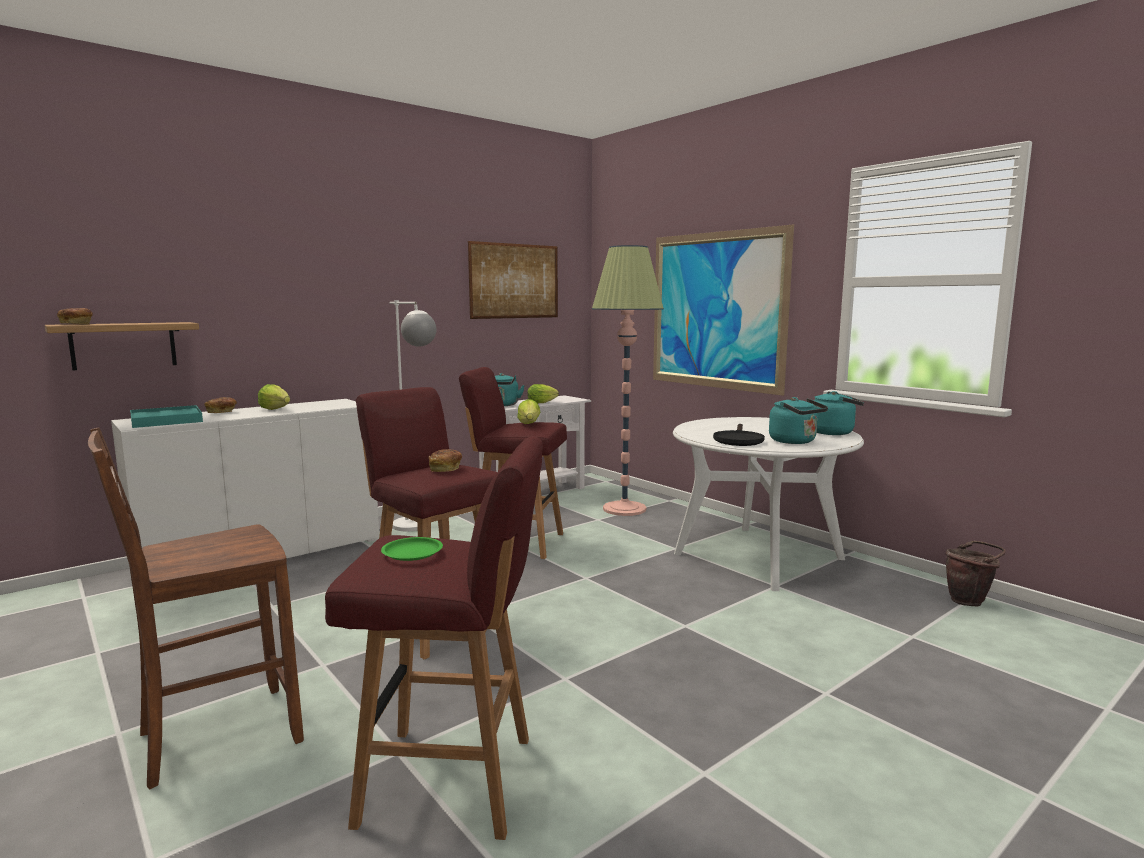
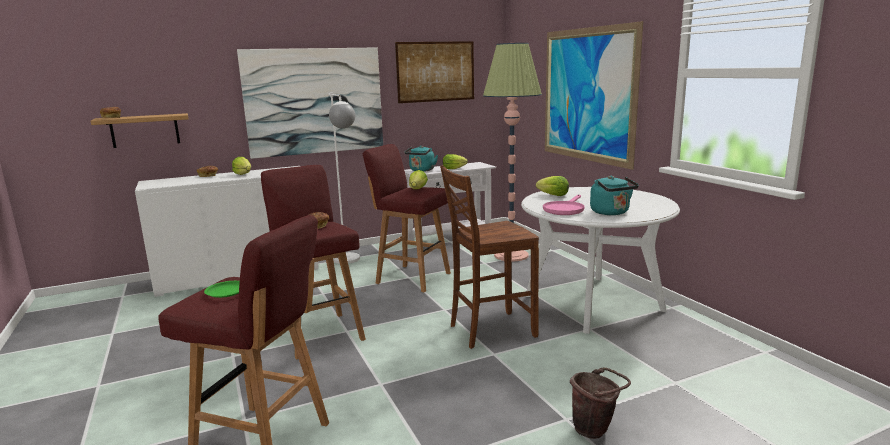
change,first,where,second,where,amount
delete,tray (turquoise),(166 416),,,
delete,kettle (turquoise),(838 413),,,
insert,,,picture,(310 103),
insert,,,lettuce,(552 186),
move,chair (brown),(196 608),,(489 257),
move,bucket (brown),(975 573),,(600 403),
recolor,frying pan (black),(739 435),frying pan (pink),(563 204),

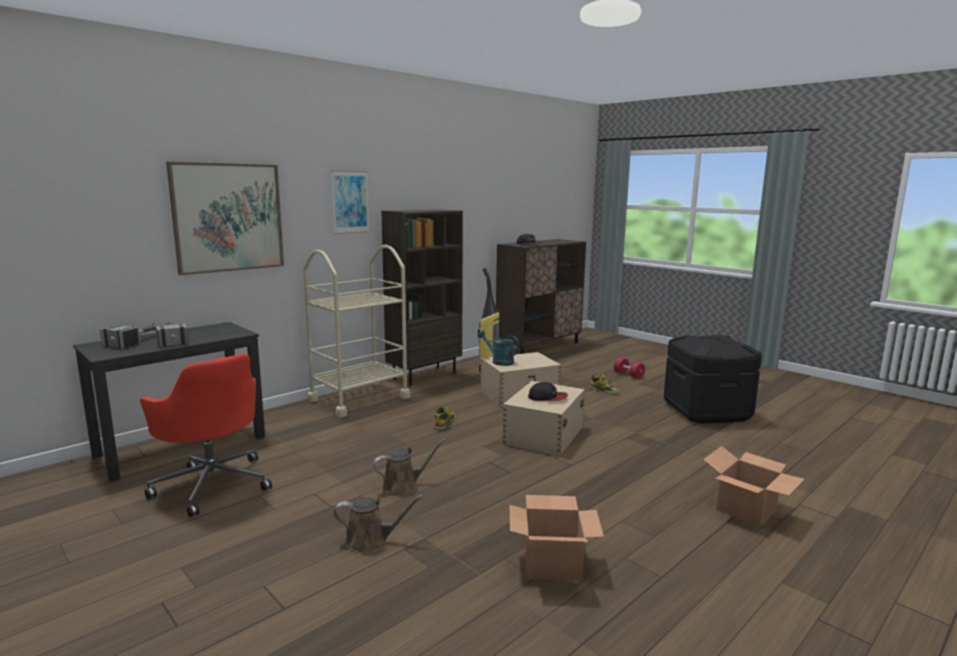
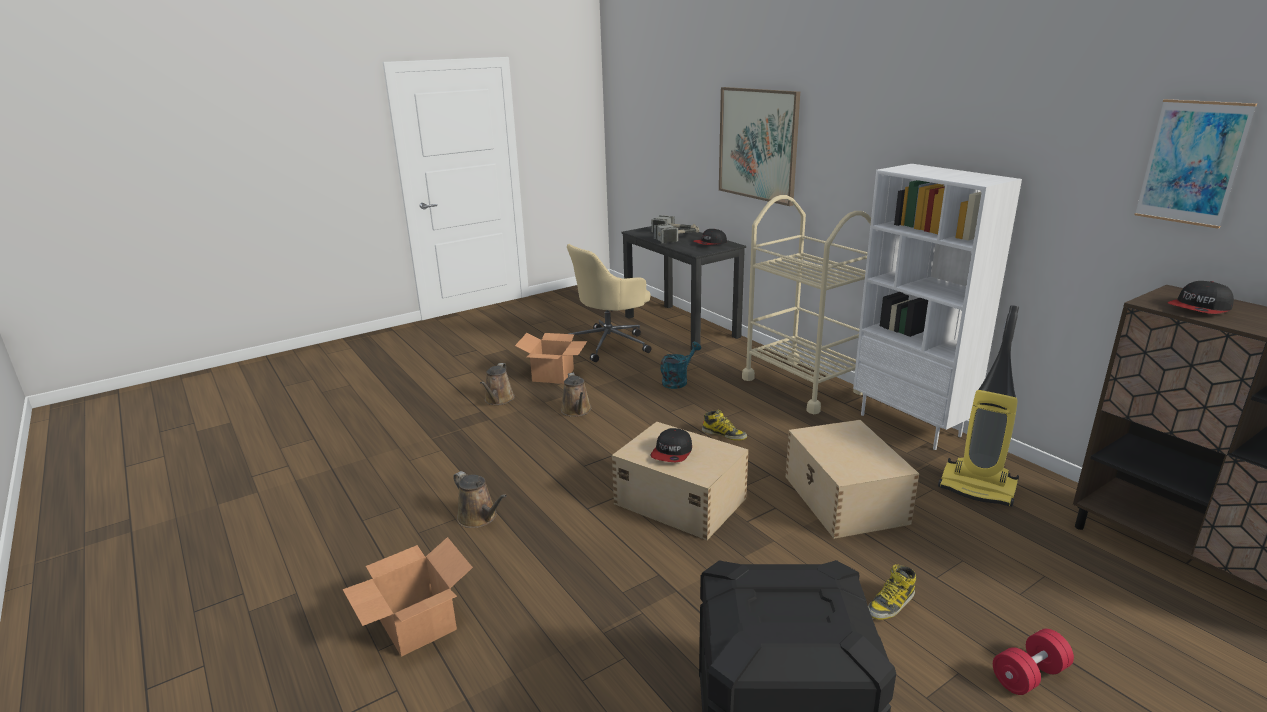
change,first,where,second,where,amount
insert,,,watering can (brown),(480 499),
insert,,,cap,(710 237),
move,picture,(350 202),,(1196 164),
move,watering can (turquoise),(498 348),,(680 365),
move,cardboard box,(556 538),,(551 358),
recolor,office chair (red),(206 435),office chair (beige),(609 303),
recolor,bookcase (brown),(422 297),bookcase (white),(937 307),

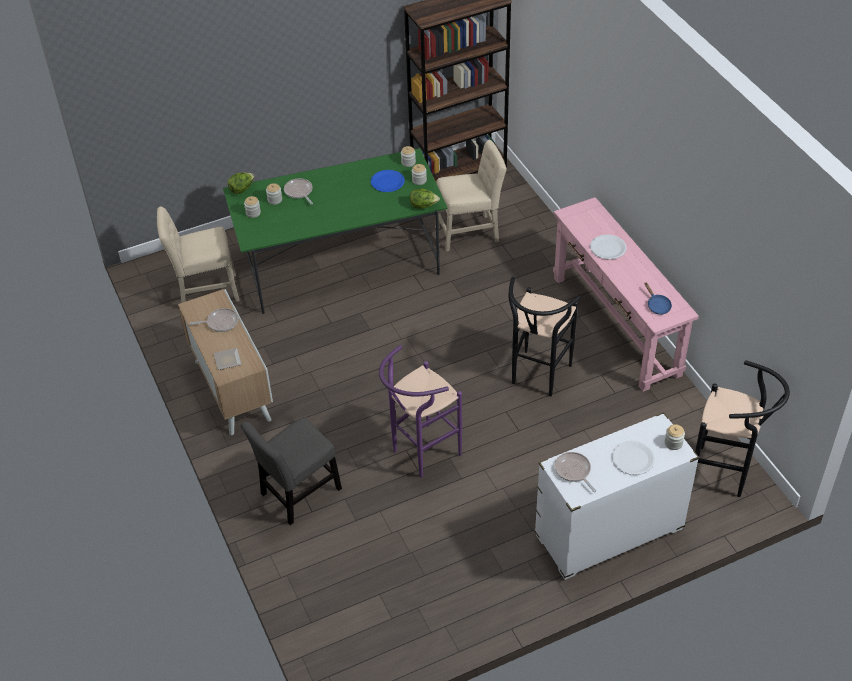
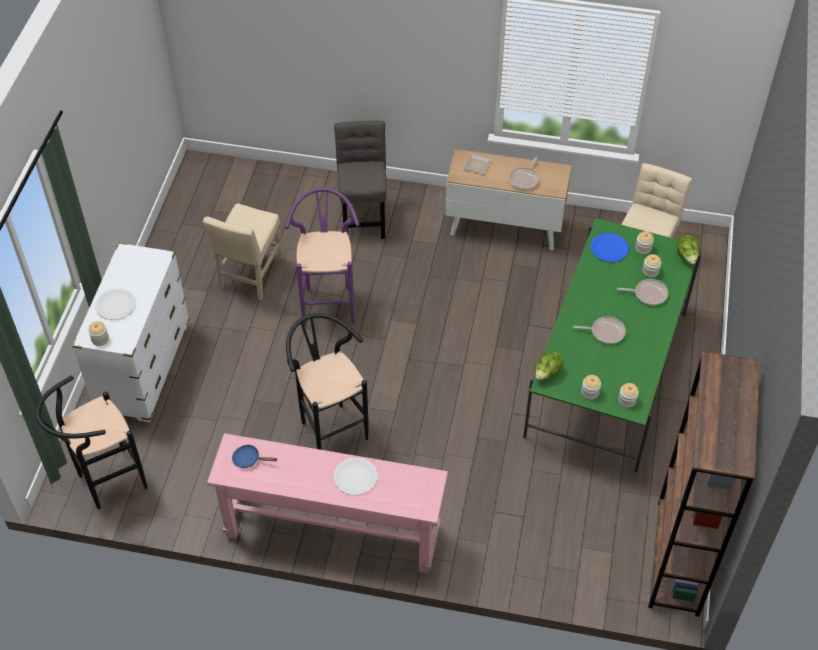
change,first,where,second,where,amount
move,plate (blue),(388 181),,(609 247),
move,chair (beige),(471 196),,(243 251),
move,frying pan,(575 472),,(599 330),

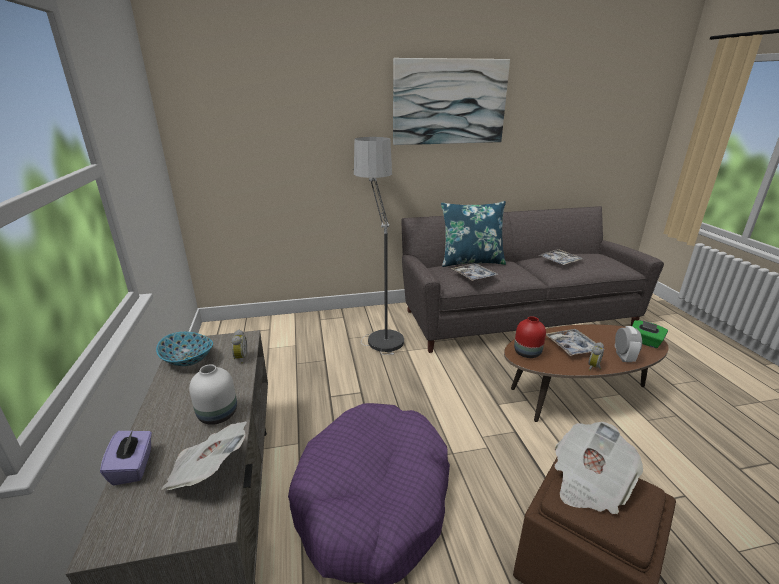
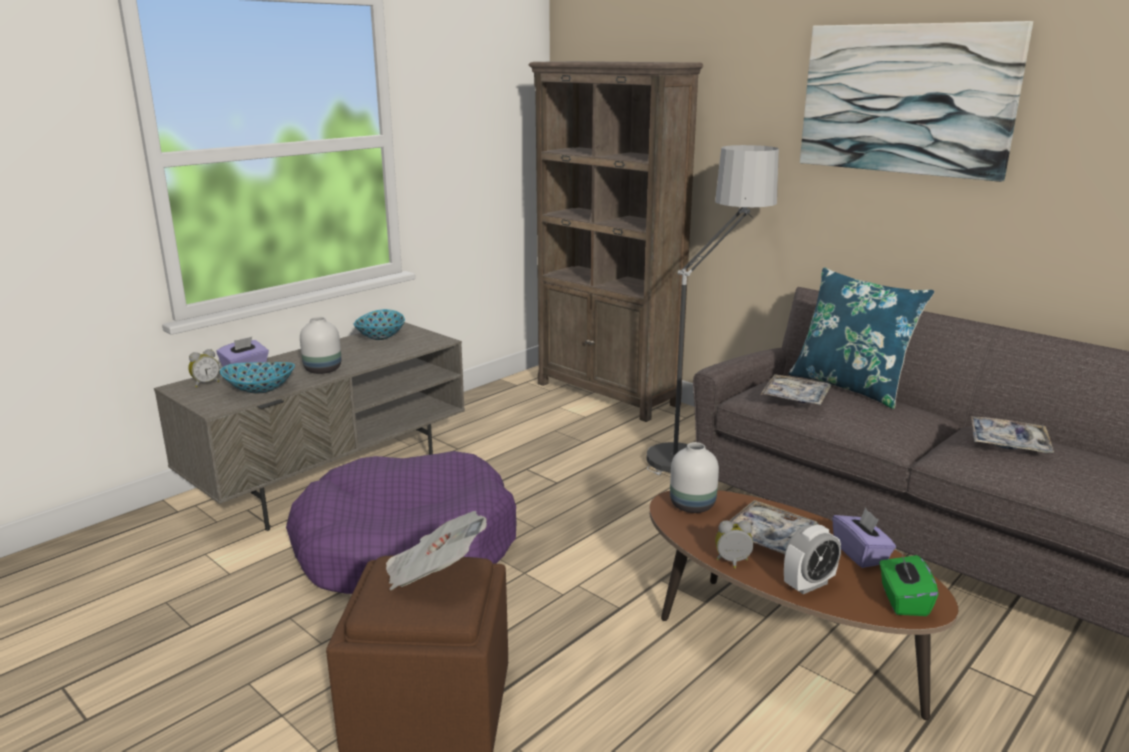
change,first,where,second,where,amount
insert,,,bookcase (brown),(616 241),
insert,,,tissue box (purple),(864 537),
move,alarm clock,(239 347),,(204 368),
replace,newspaper,(204 455),bowl,(257 377),
recolor,vase (red),(530 337),vase (white),(694 477),

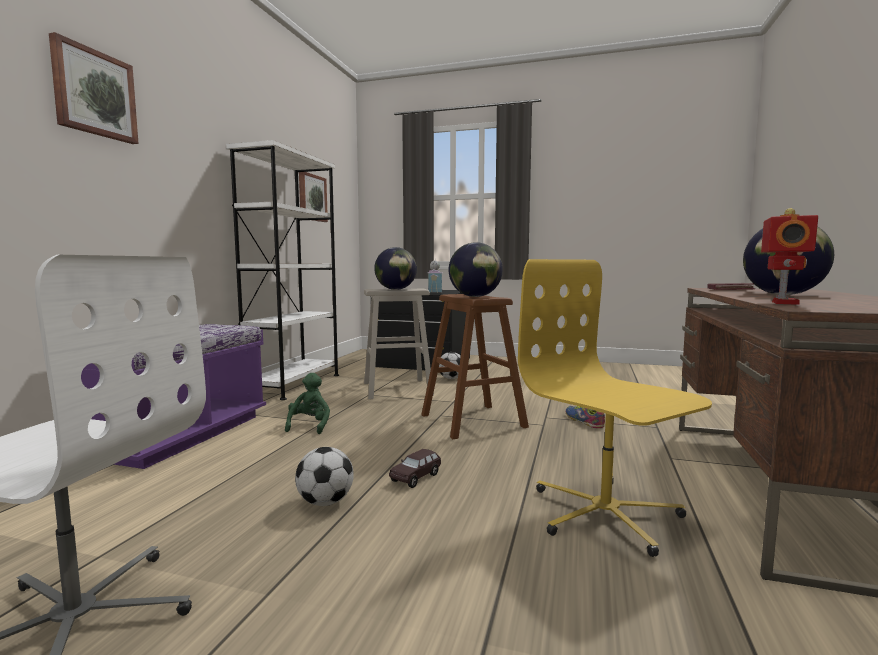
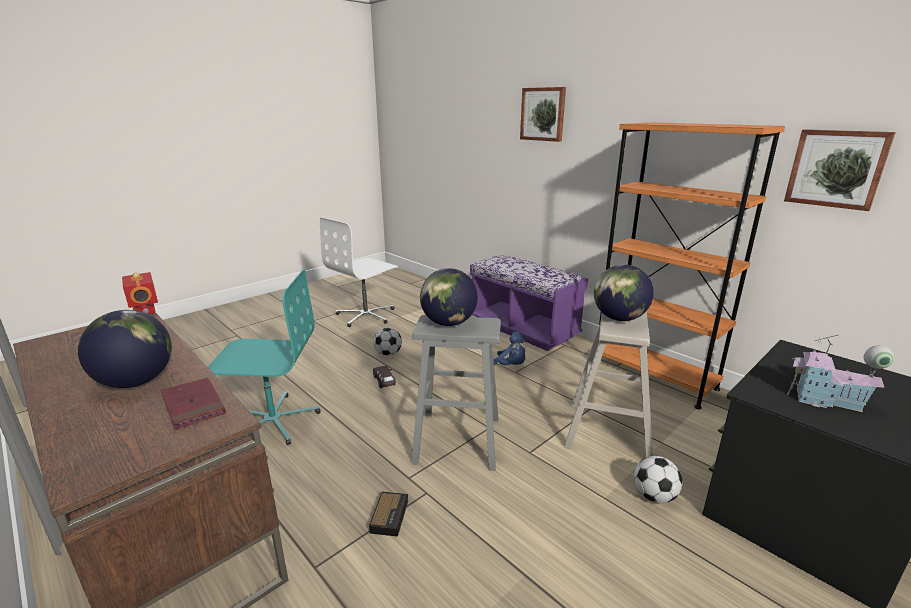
change,first,where,second,where,amount
replace,shoe,(585 417),alarm clock,(388 514),
recolor,bookcase (white),(282 270),bookcase (orange),(692 266),
recolor,plush toy (green),(307 403),plush toy (blue),(509 348),
recolor,stool (brown),(475 366),stool (grey),(456 393),
recolor,office chair (yellow),(615 408),office chair (turquoise),(264 356),

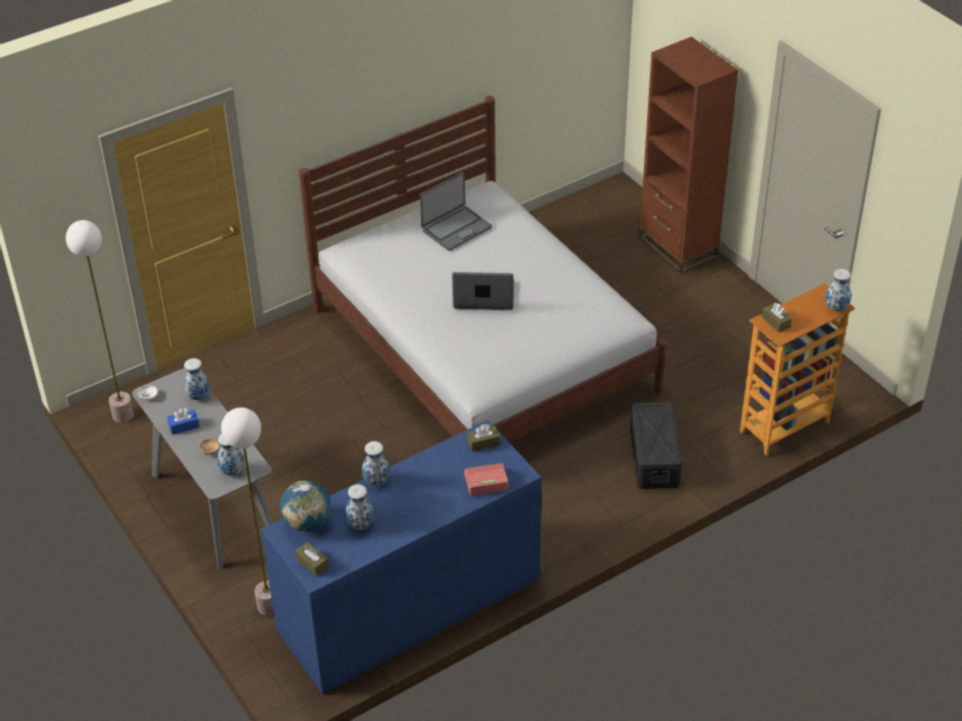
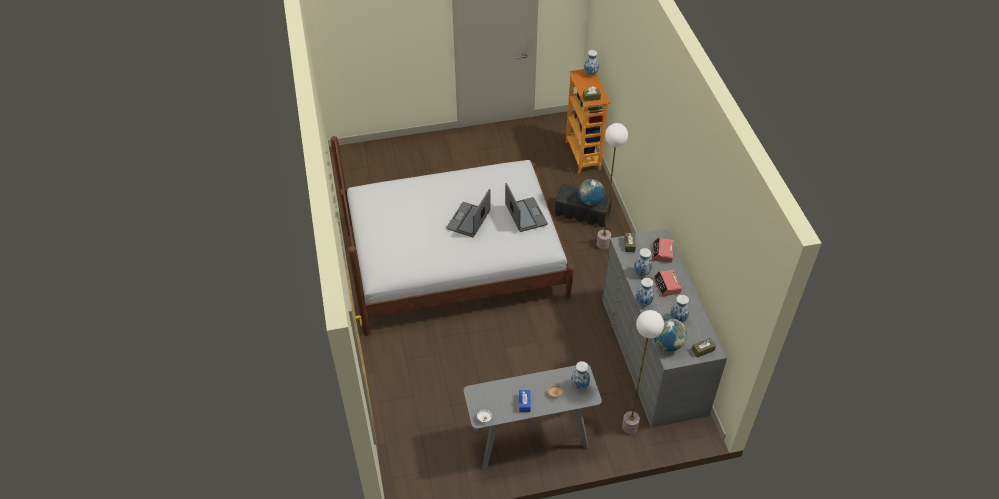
change,first,where,second,where,amount
delete,bookcase (brown),(688 155),,,
insert,,,globe,(591 192),
insert,,,alarm clock,(667 283),
move,floor lamp,(100 321),,(612 186),
move,vase,(196 379),,(643 262),
move,laptop,(456 211),,(526 207),
recolor,dresser (blue),(401 557),dresser (grey),(664 328),

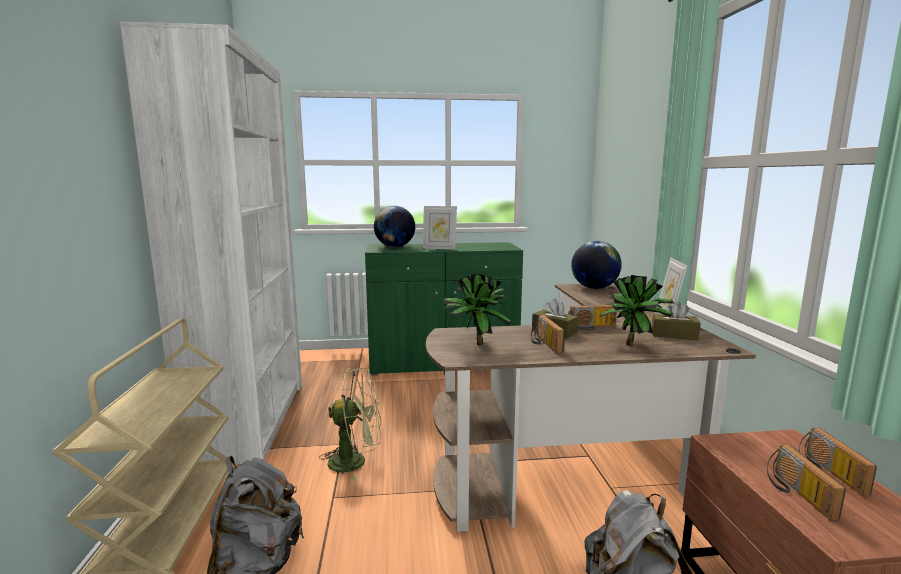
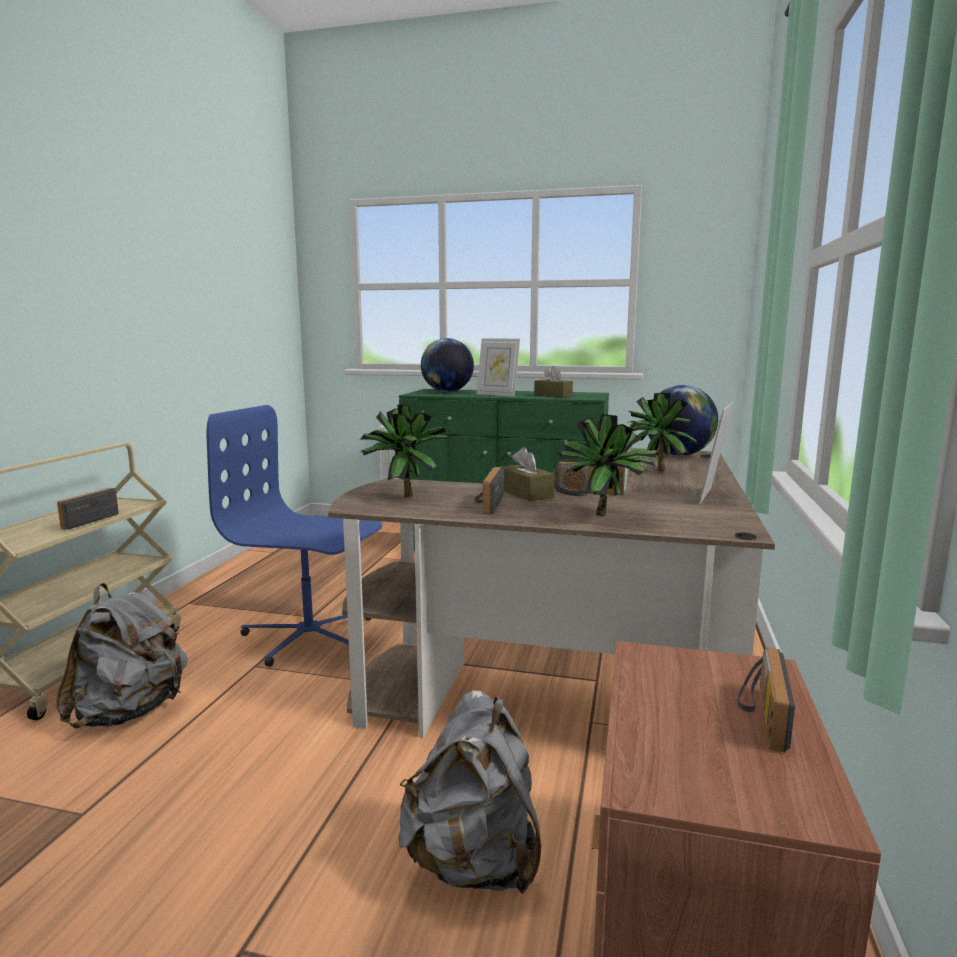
change,first,where,second,where,amount
delete,bookcase (white),(211 243),,,
insert,,,potted plant,(662 432),
move,tissue box (brown),(676 320),,(553 381),
move,radio,(806 482),,(88 509),
replace,fan (green),(350 424),office chair (blue),(294 536),

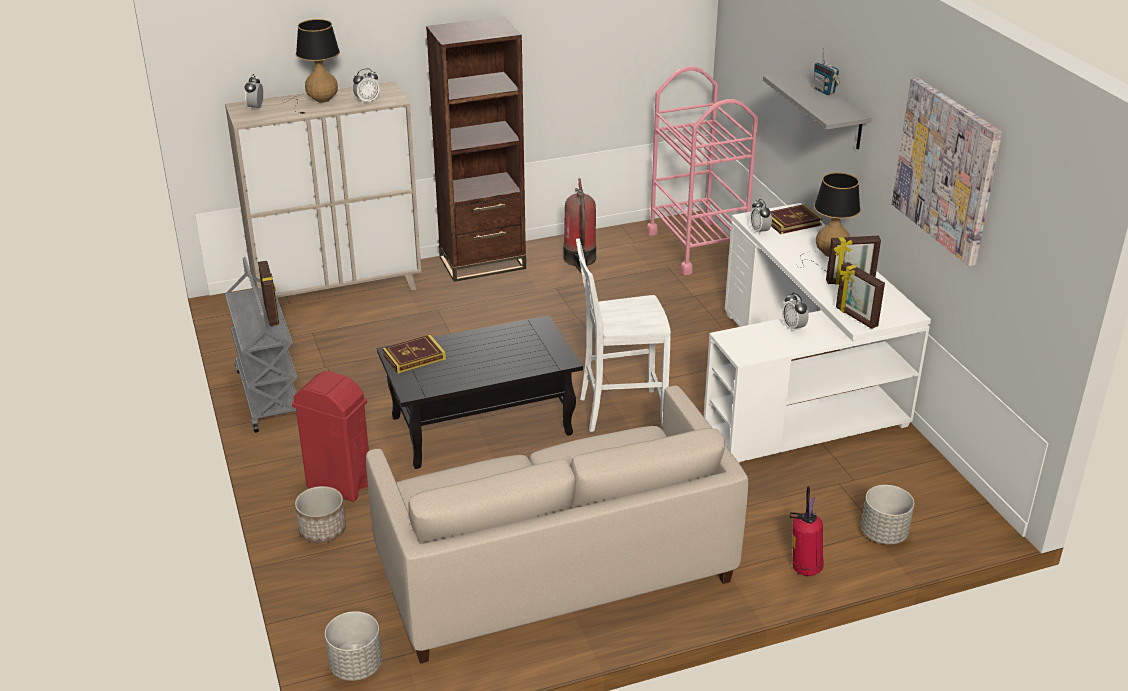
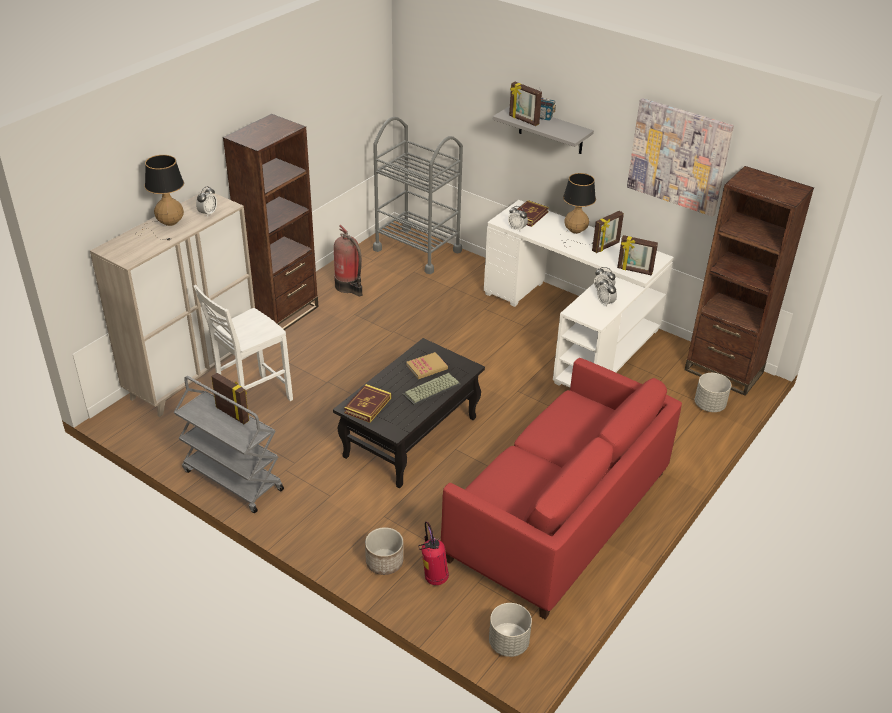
change,first,where,second,where,amount
delete,trash can (red),(330 436),,,
insert,,,keyboard,(431 389),
insert,,,book,(427 365),
insert,,,picture frame,(525 104),
insert,,,bookcase (brown),(749 281),
move,alarm clock,(254 92),,(607 292),
move,chair (white),(623 335),,(243 343),
move,fire extinguisher,(806 531),,(433 553),
recolor,sofa (beige),(557 525),sofa (red),(561 488),
recolor,cart (pink),(702 171),cart (grey),(418 195),

